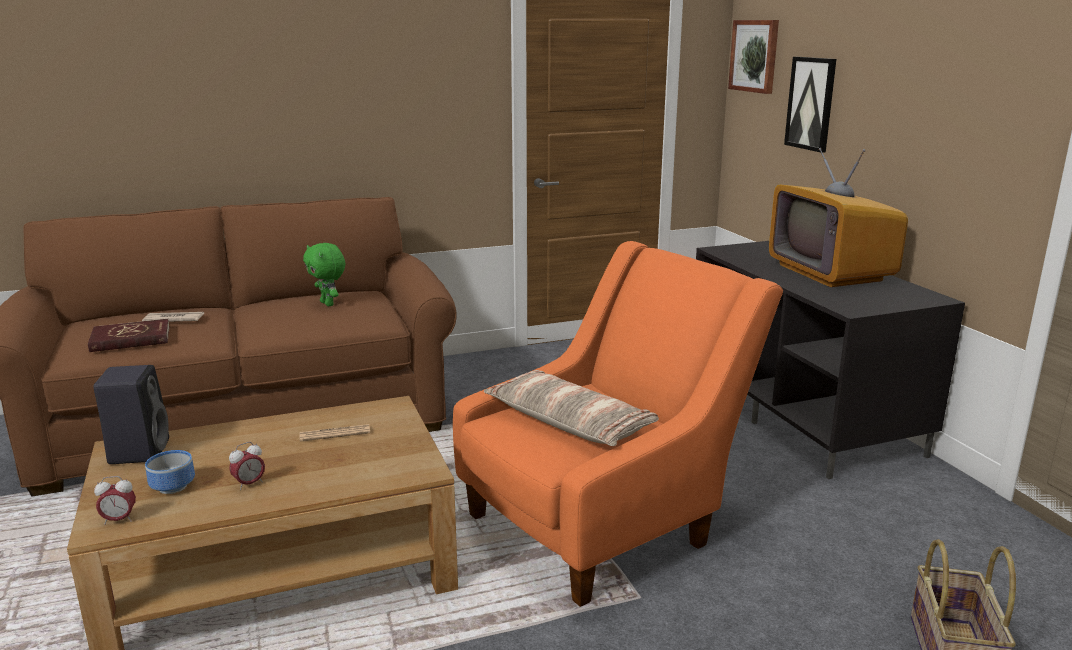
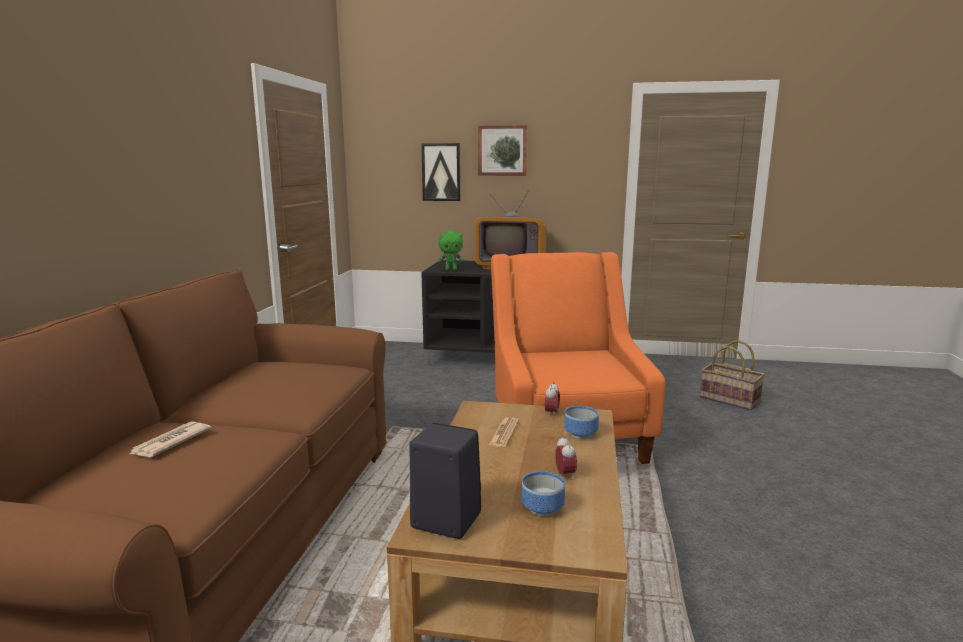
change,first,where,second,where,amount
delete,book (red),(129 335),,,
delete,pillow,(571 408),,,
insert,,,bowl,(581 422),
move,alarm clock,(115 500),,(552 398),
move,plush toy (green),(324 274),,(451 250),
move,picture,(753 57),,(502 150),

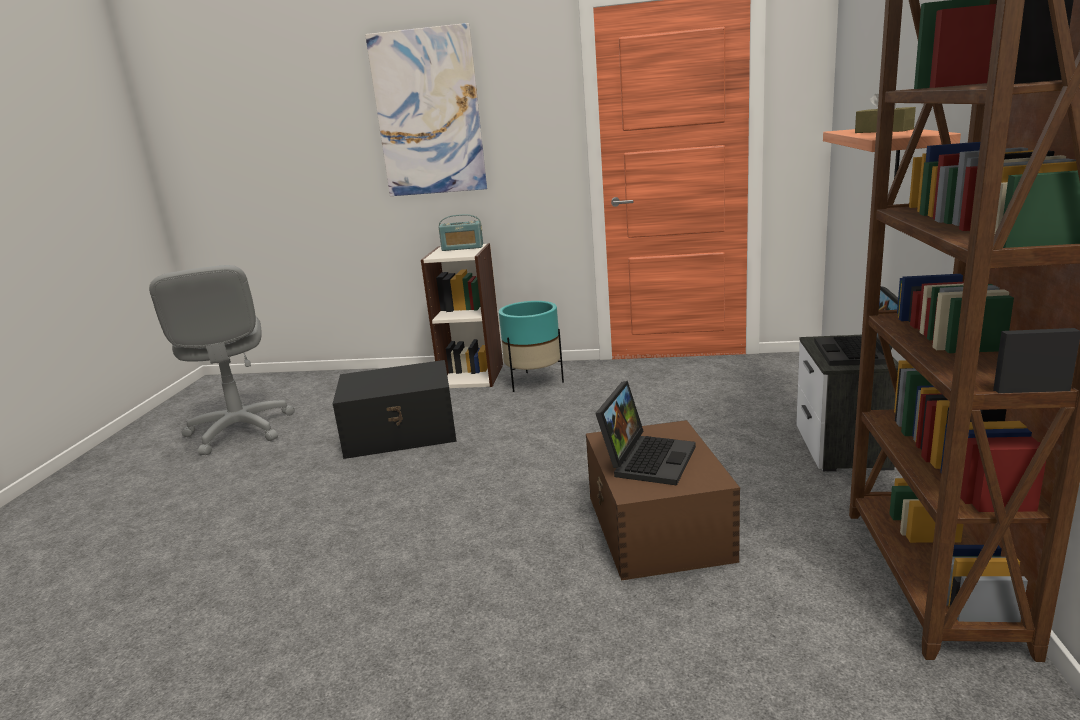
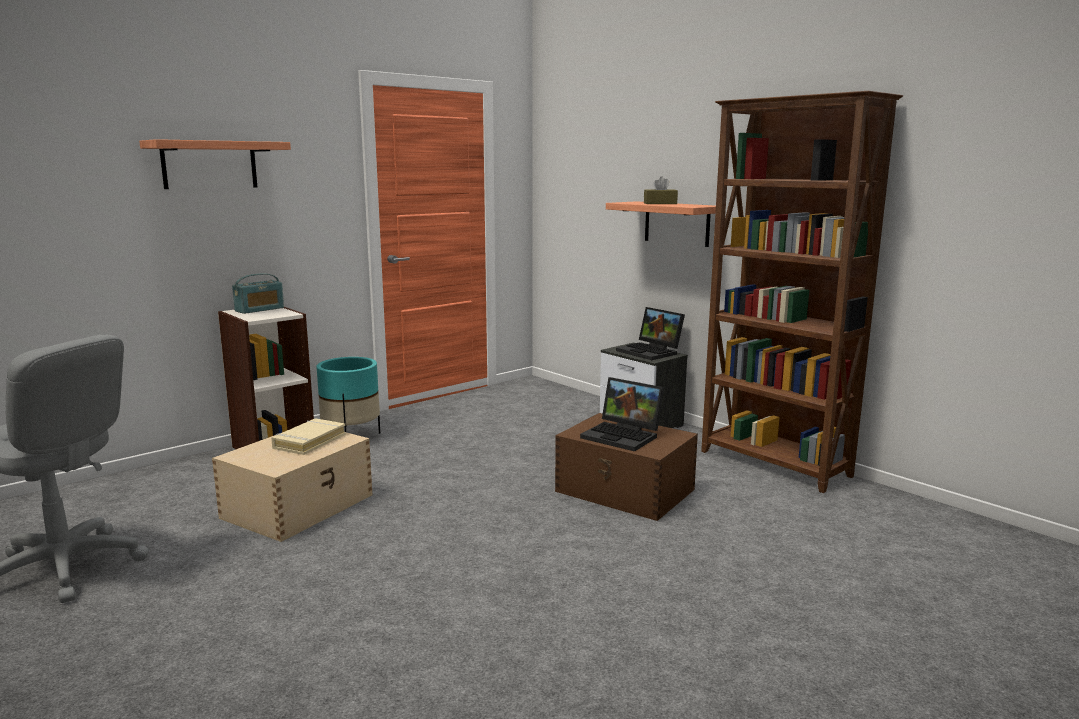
change,first,where,second,where,amount
insert,,,book (beige),(308 436),
replace,picture,(426 109),shelf,(215 164),
recolor,storage box (black),(395 409),storage box (beige),(292 487),
rotate,laptop,(645 433),,(622 414),150 degrees clockwise

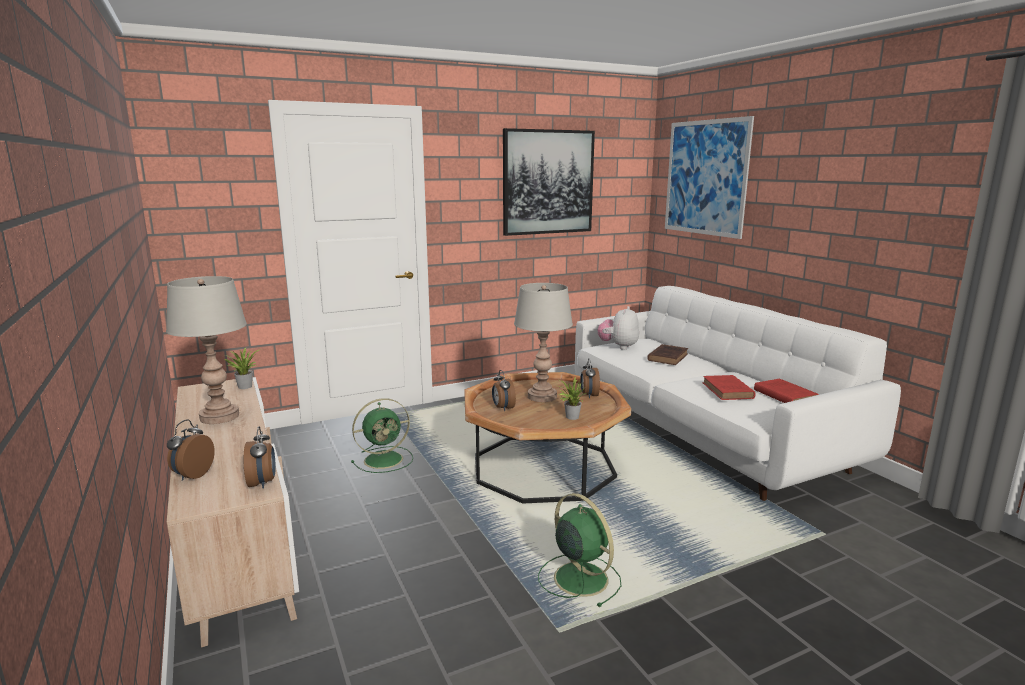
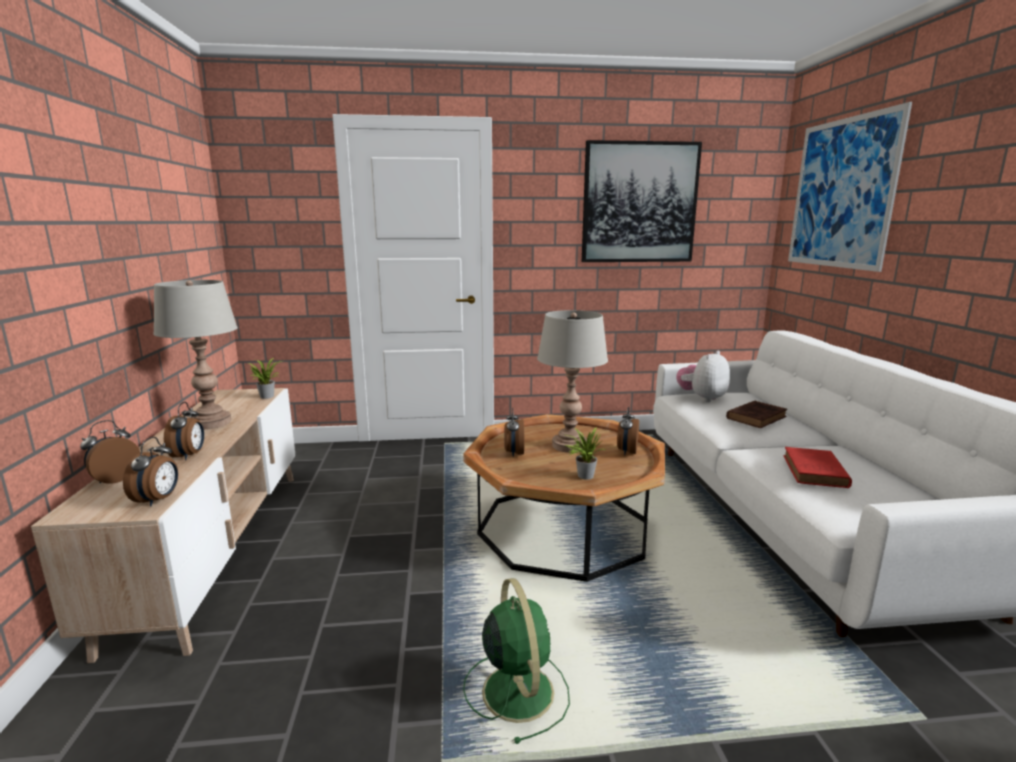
change,first,where,second,where,amount
delete,fan (green),(382 435),,,
delete,book (red),(786 391),,,
insert,,,alarm clock,(184 431),

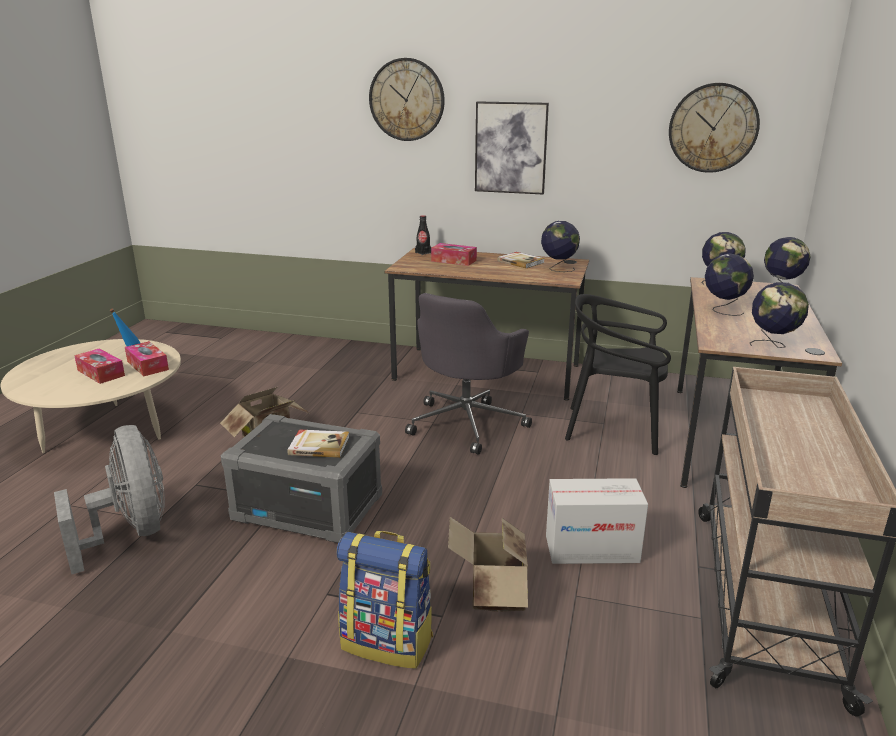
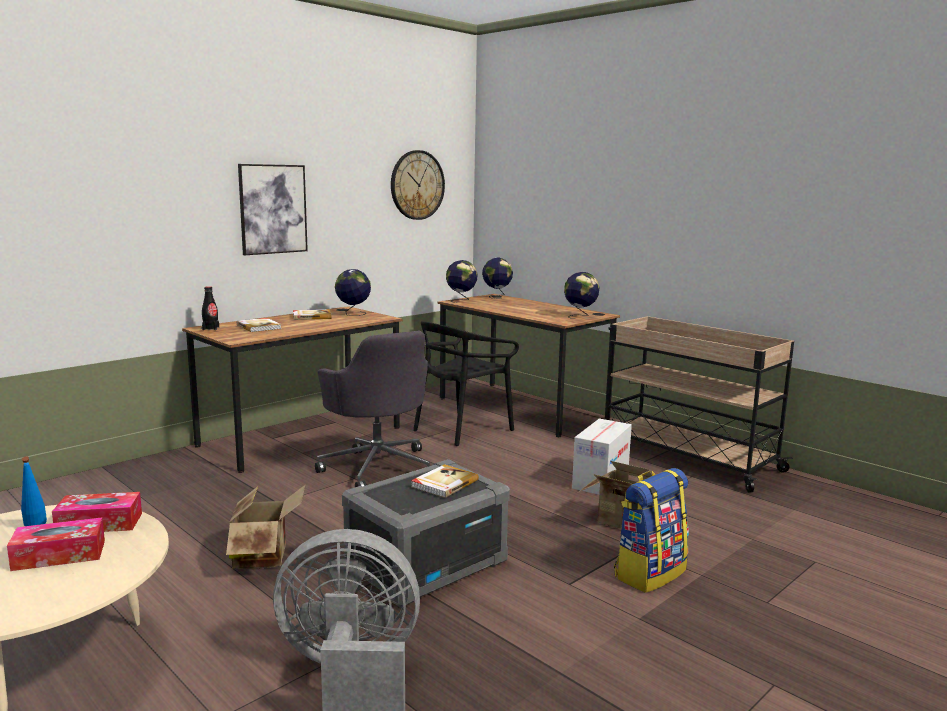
change,first,where,second,where,amount
delete,wall clock,(407 99),,,
delete,globe,(729 284),,,
replace,tissue box,(454 254),book,(259 325),

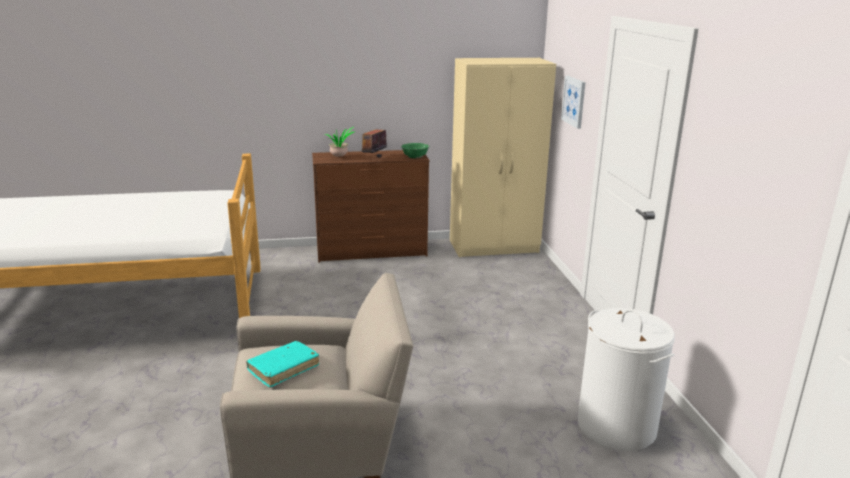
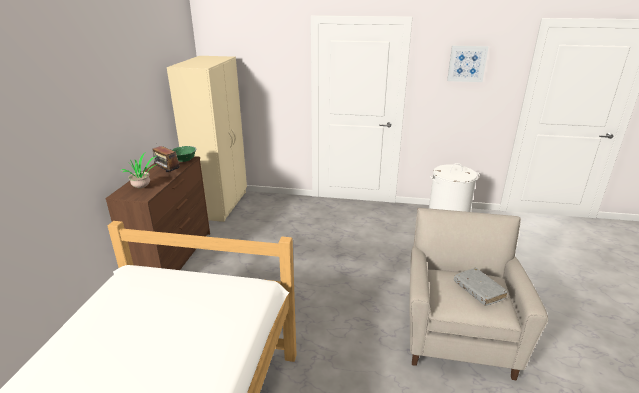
change,first,where,second,where,amount
move,picture,(573 102),,(467 64),
recolor,book (turquoise),(282 364),book (grey),(481 287),

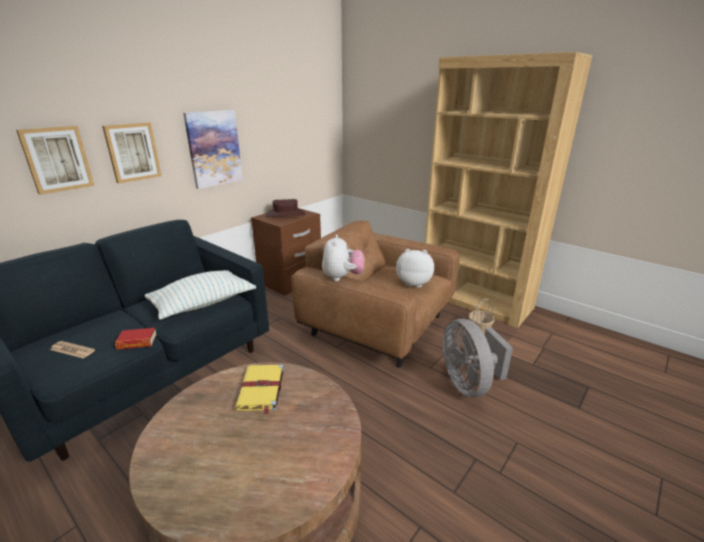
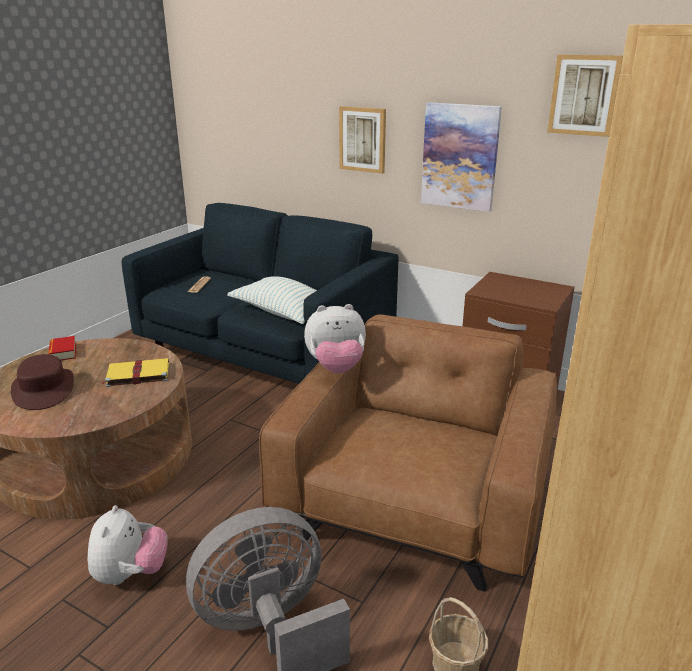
change,first,where,second,where,amount
move,picture,(55 160),,(585 96),
move,book,(136 339),,(62 348),
move,hat (brown),(286 208),,(42 382),
move,plush toy,(415 268),,(128 545),

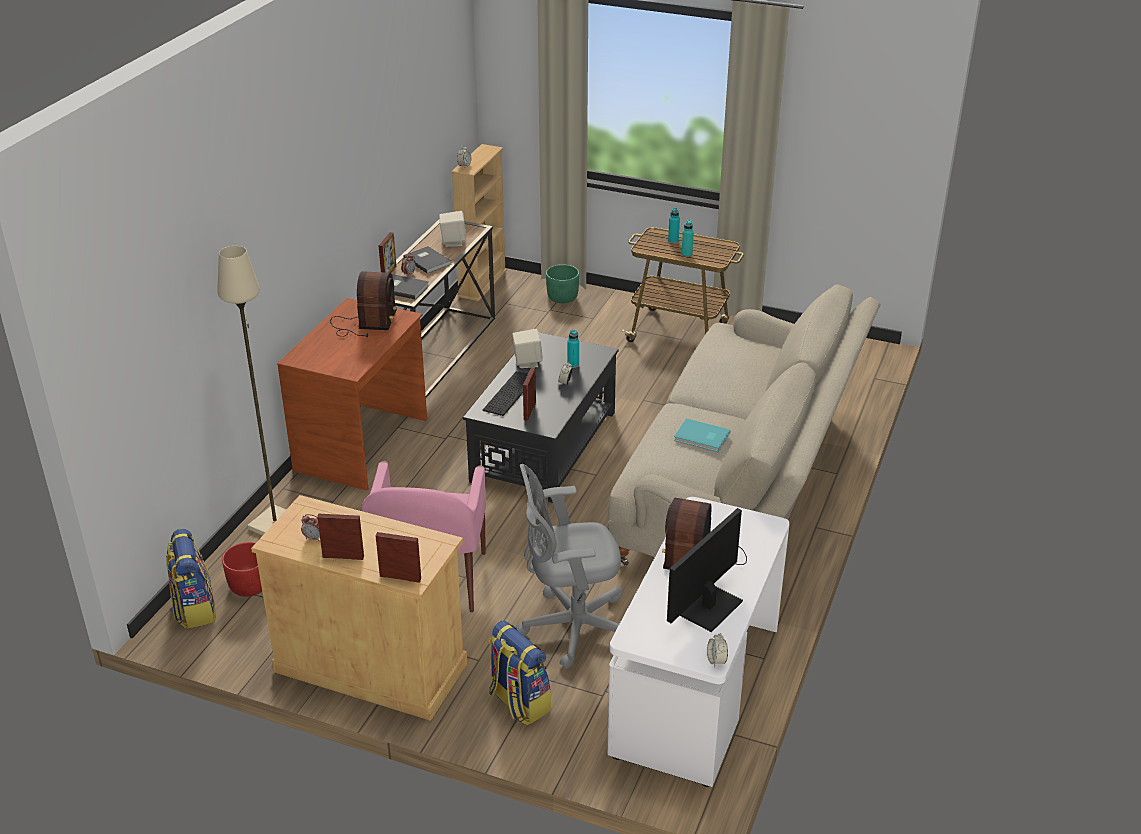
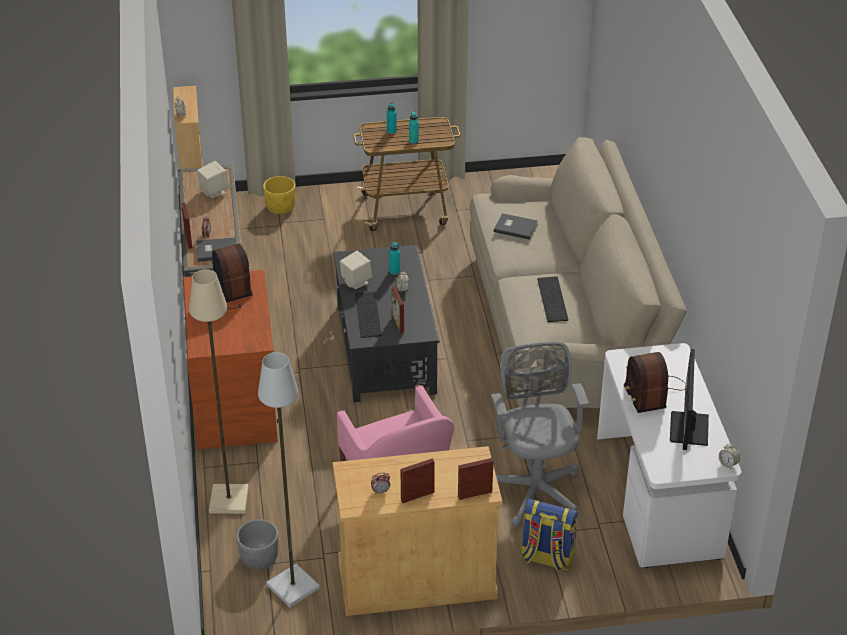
change,first,where,second,where,amount
delete,backpack,(190 579),,,
insert,,,floor lamp (grey),(289 479),
move,book (grey),(427 260),,(516 226),
replace,book (turquoise),(702 435),keyboard,(552 299),
recolor,planter (red),(242 569),planter (grey),(257 544),
recolor,planter (green),(562 284),planter (yellow),(279 195),
rotate,office chair (grey),(569 566),,(540 435),120 degrees clockwise

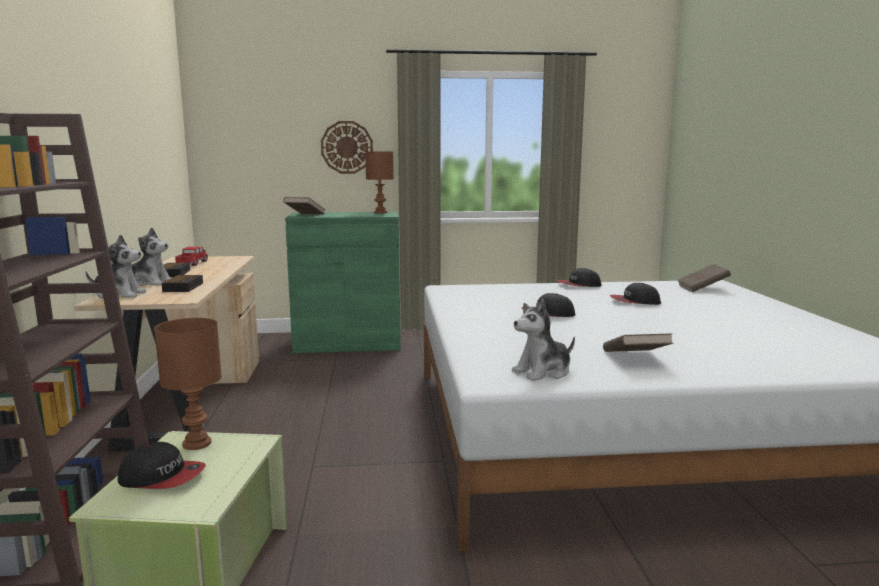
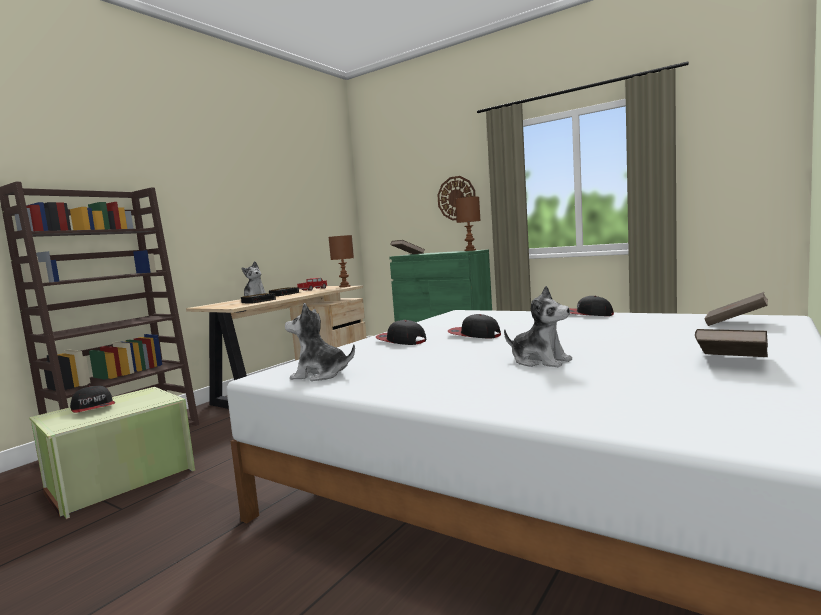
change,first,where,second,where,amount
move,plush toy,(115 266),,(538 327),
move,table lamp (brown),(188 384),,(341 261),
move,book (brown),(638 342),,(731 343),
move,cap,(635 294),,(401 332),

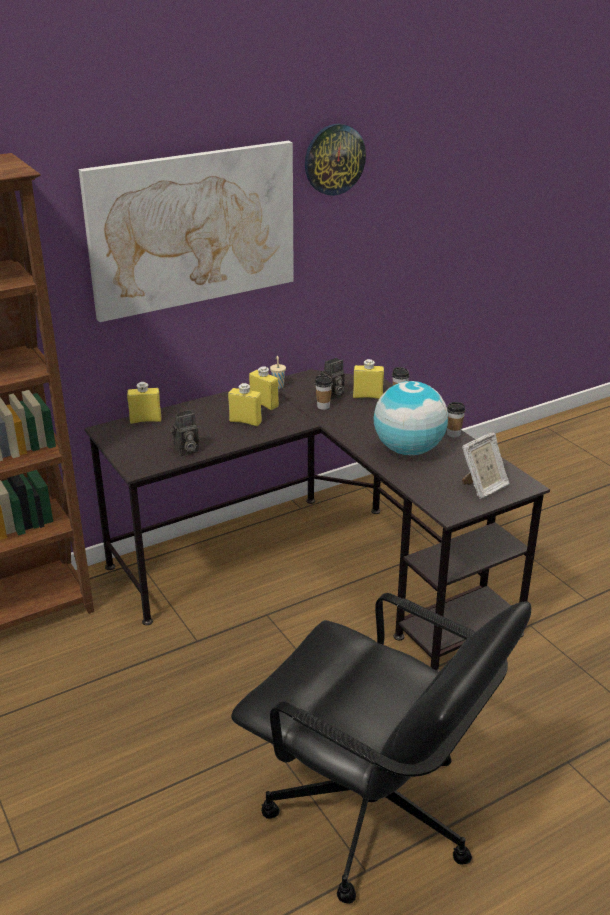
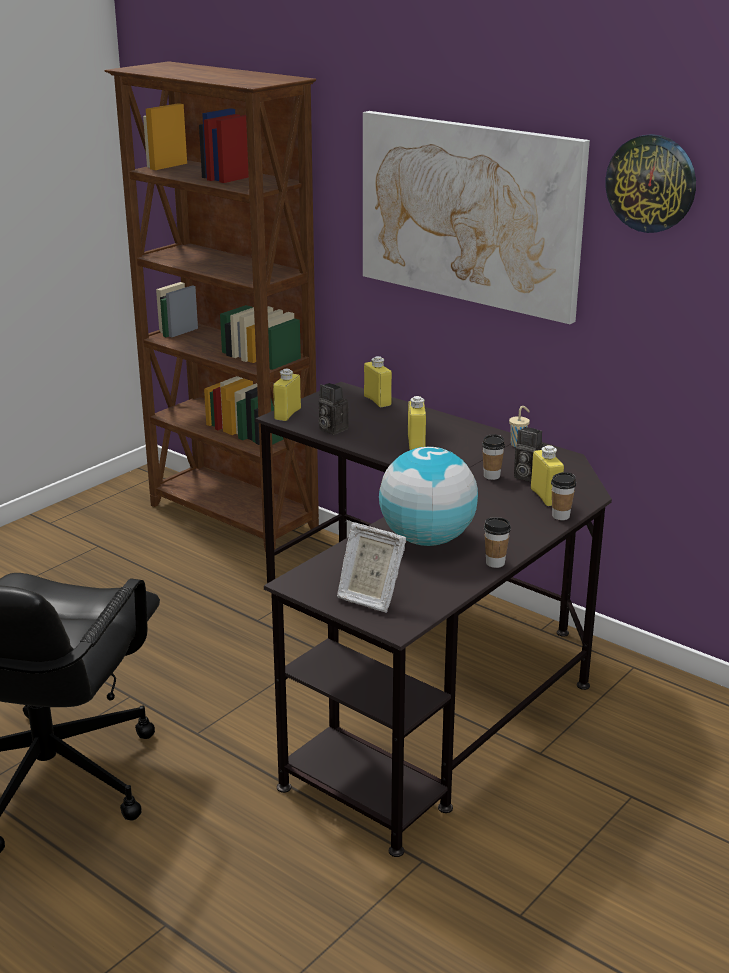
change,first,where,second,where,amount
move,bottle (yellow),(264 388),,(287 395),

